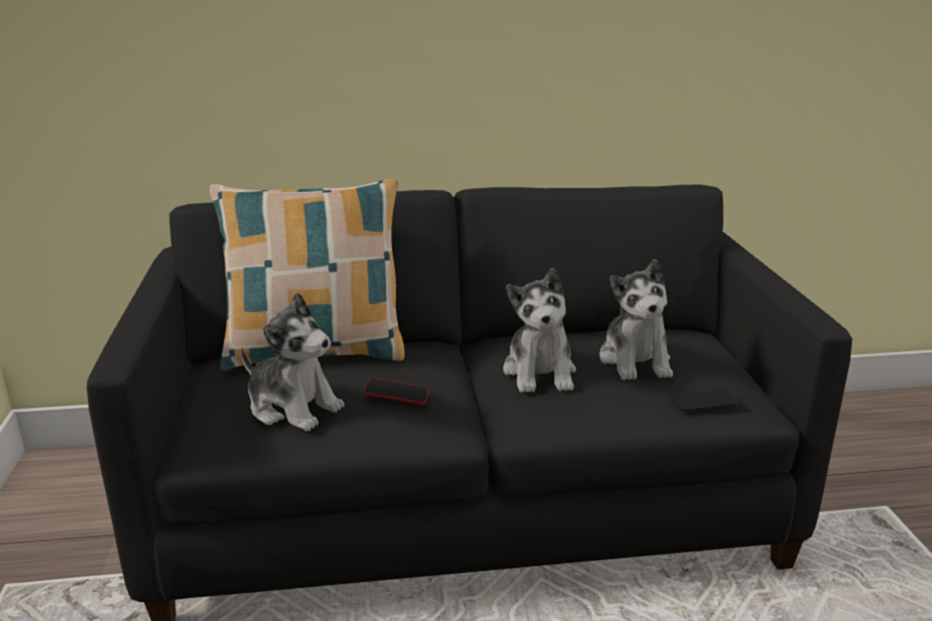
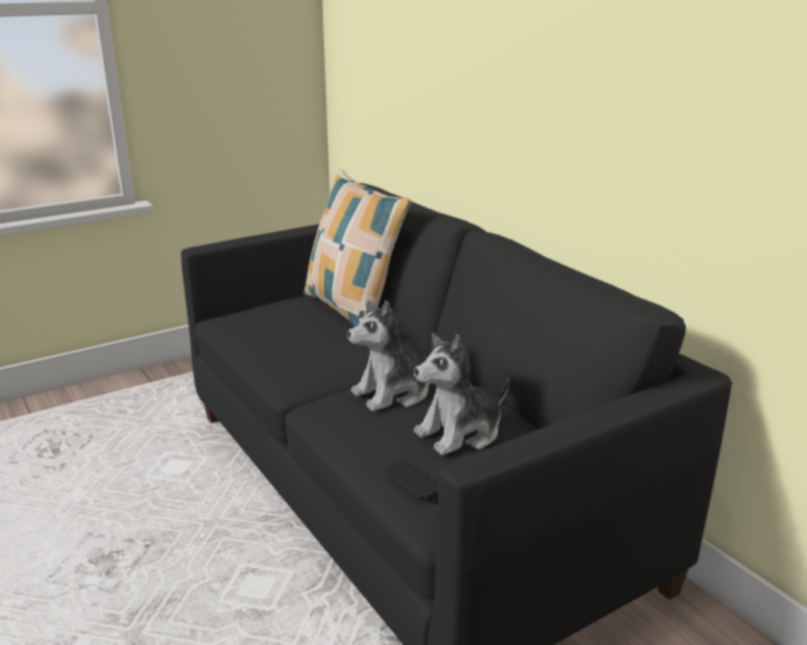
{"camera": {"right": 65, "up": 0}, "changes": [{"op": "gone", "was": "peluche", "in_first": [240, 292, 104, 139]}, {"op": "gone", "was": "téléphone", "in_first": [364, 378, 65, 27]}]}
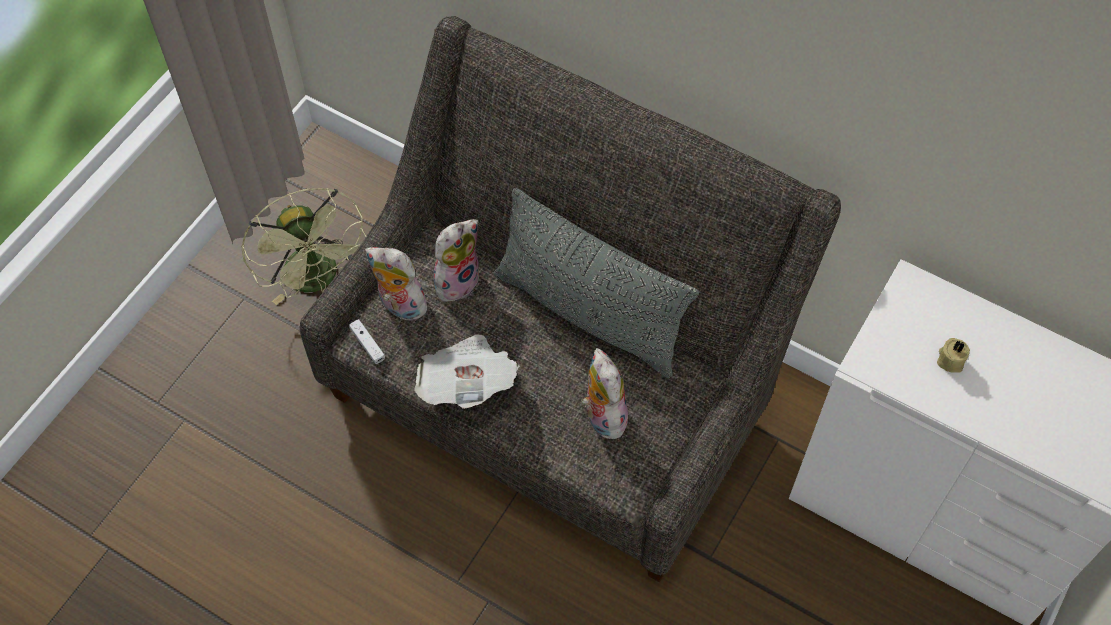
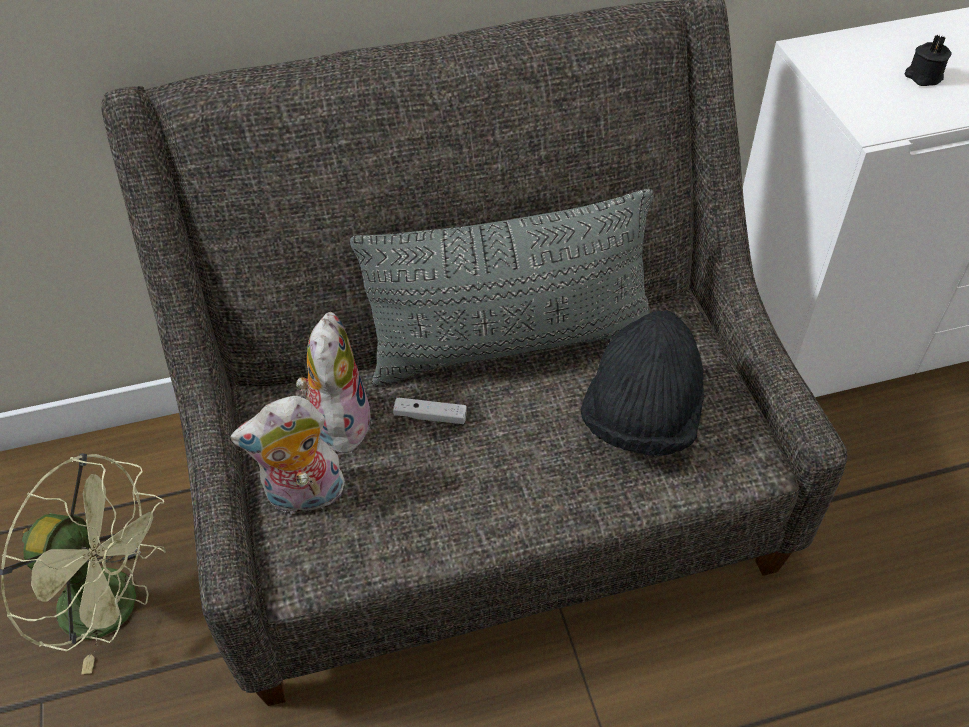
{"camera": {"right": -45, "up": -10}, "changes": [{"op": "shifted", "was": "manette [blanc]", "in_first": [349, 319, 36, 45], "in_second": [393, 397, 74, 27]}, {"op": "gone", "was": "journal", "in_first": [414, 335, 105, 74]}, {"op": "swapped", "was": "peluche", "now": "chapeau [noir]", "in_first": [582, 348, 46, 91], "in_second": [581, 310, 123, 146]}, {"op": "repainted", "was": "bougie [beige]", "now": "bougie [noir]", "in_first": [937, 338, 33, 35], "in_second": [905, 35, 47, 51]}]}
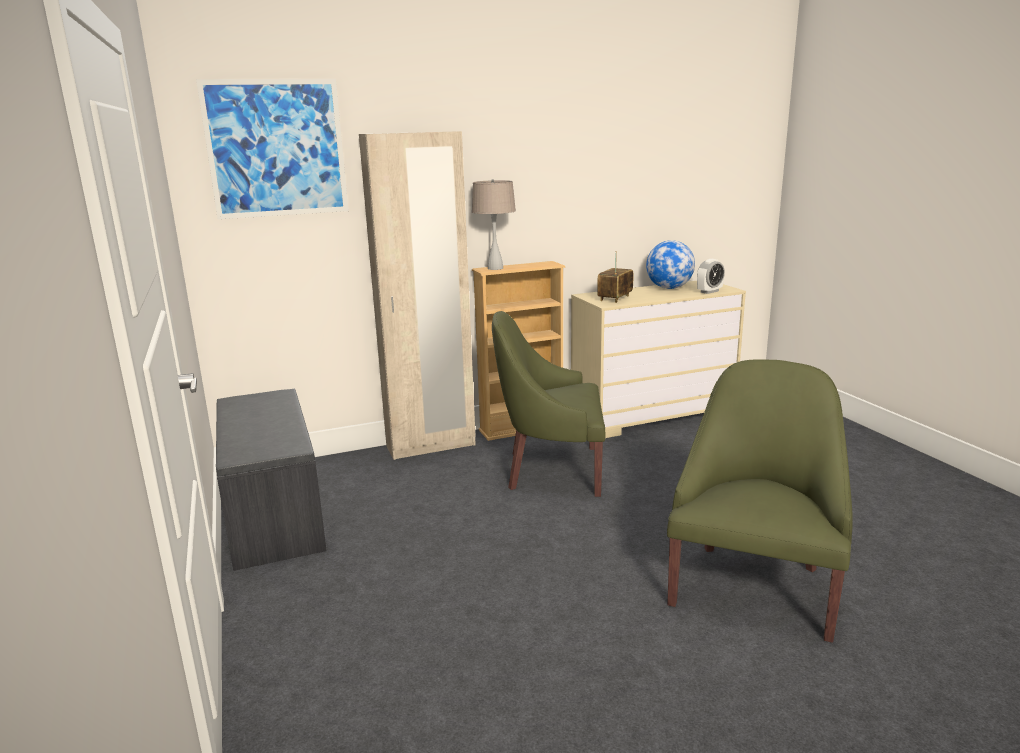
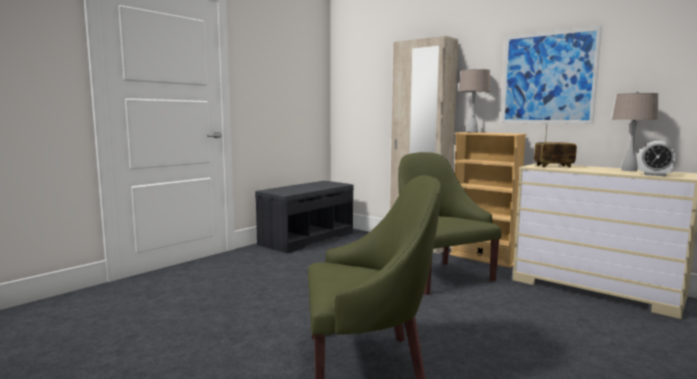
{"camera": {"right": 60, "up": -10}, "changes": [{"op": "shifted", "was": "tableau", "in_first": [196, 79, 153, 140], "in_second": [501, 26, 101, 98]}, {"op": "swapped", "was": "globe", "now": "lampe de table [beige]", "in_first": [646, 240, 49, 49], "in_second": [612, 92, 46, 79]}]}
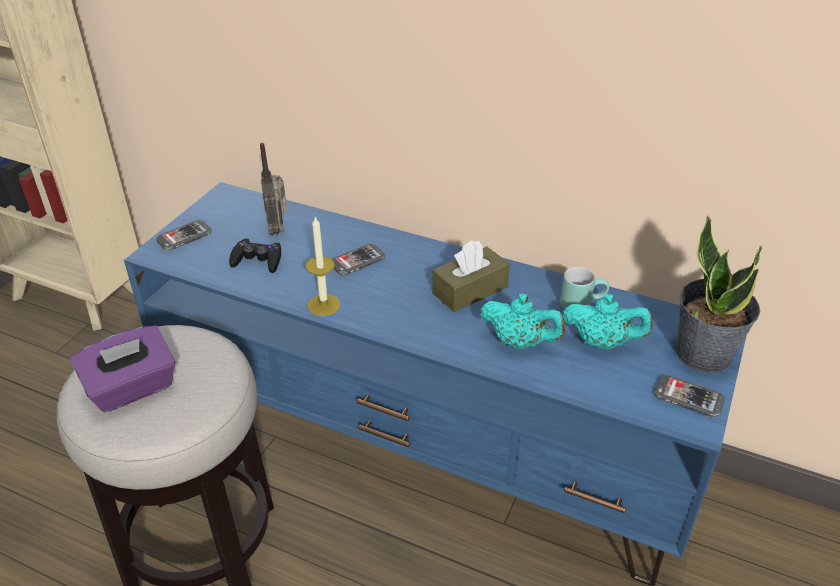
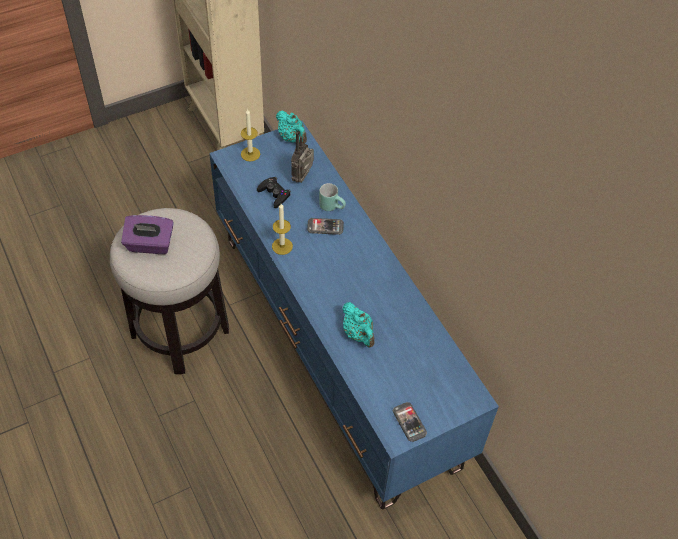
{"camera": {"right": 35, "up": 15}, "changes": [{"op": "swapped", "was": "téléphone", "now": "bougie", "in_first": [156, 220, 55, 31], "in_second": [241, 108, 19, 54]}, {"op": "gone", "was": "boîte à mouchoirs [marron]", "in_first": [432, 240, 78, 72]}, {"op": "shifted", "was": "mug [turquoise]", "in_first": [560, 267, 49, 43], "in_second": [319, 183, 27, 28]}, {"op": "shifted", "was": "théière [turquoise]", "in_first": [563, 294, 90, 56], "in_second": [276, 110, 31, 34]}, {"op": "gone", "was": "plante en pot", "in_first": [676, 215, 86, 158]}]}
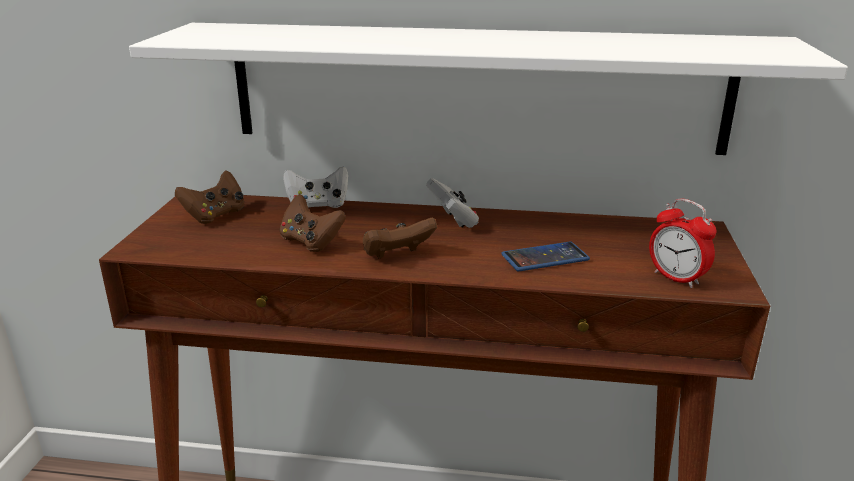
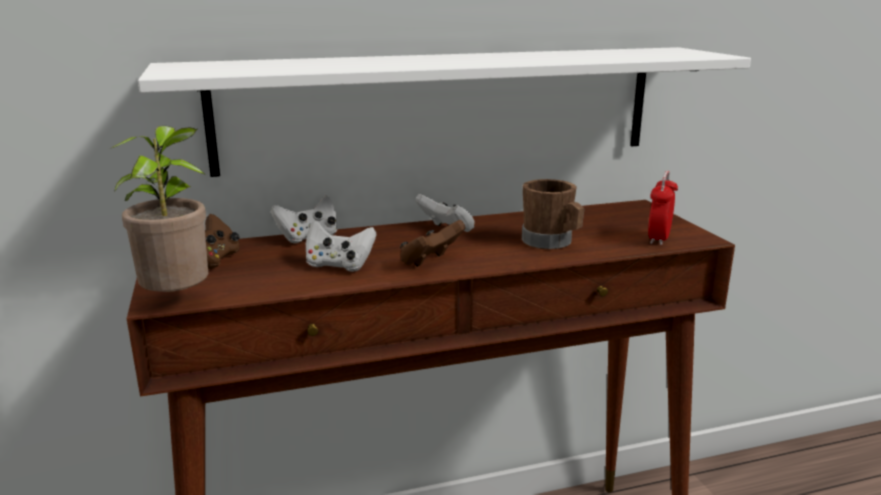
{"camera": {"right": -25, "up": -5}, "changes": [{"op": "repainted", "was": "manette [marron]", "now": "manette [blanc]", "in_first": [280, 194, 66, 58], "in_second": [306, 221, 70, 51]}, {"op": "swapped", "was": "téléphone", "now": "mug [marron]", "in_first": [501, 242, 89, 29], "in_second": [522, 179, 63, 70]}, {"op": "rotated", "was": "réveil", "in_first": [649, 199, 67, 89], "in_second": [648, 171, 30, 74], "clockwise": 90}, {"op": "new", "now": "plante en pot", "in_second": [112, 126, 96, 166]}]}
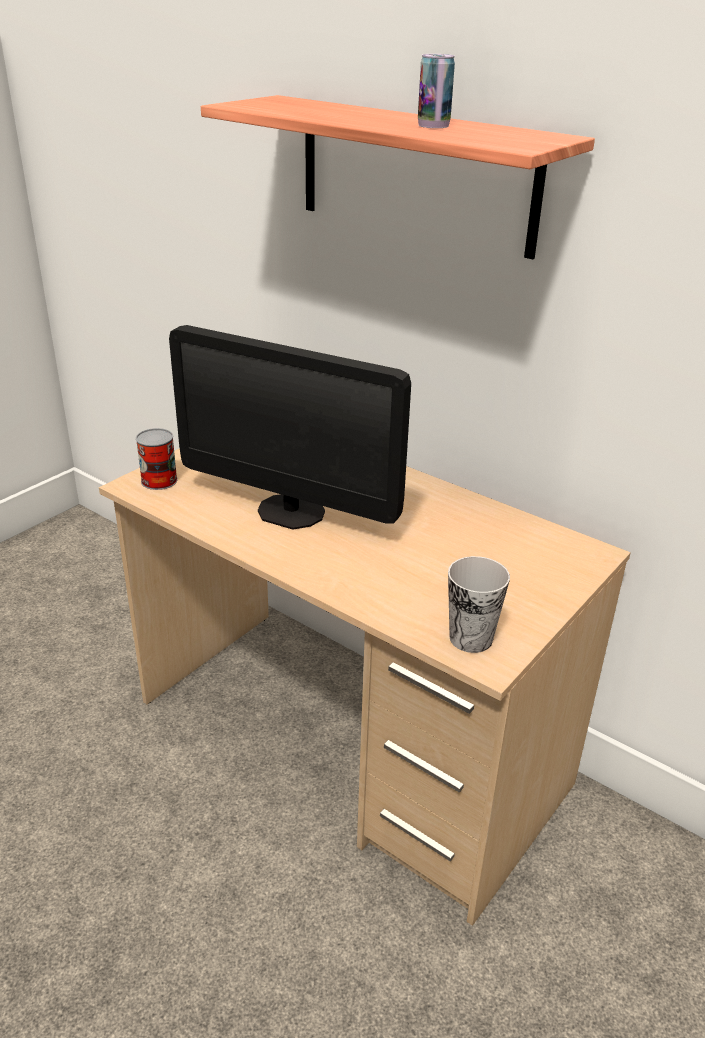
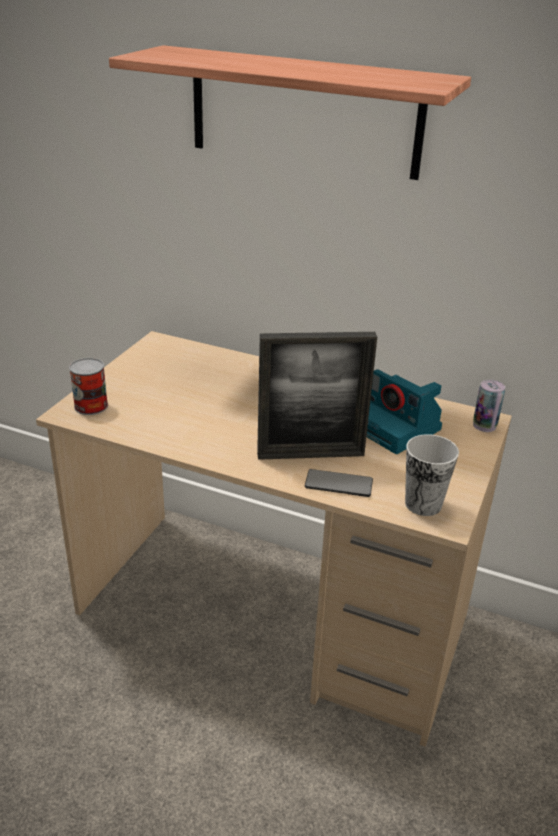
{"camera": {"right": -15, "up": 0}, "changes": [{"op": "gone", "was": "écran d'ordinateur", "in_first": [169, 325, 242, 205]}, {"op": "shifted", "was": "boîte métallique", "in_first": [418, 54, 37, 74], "in_second": [473, 380, 32, 52]}, {"op": "new", "now": "cadre photo", "in_second": [257, 332, 120, 128]}, {"op": "new", "now": "téléphone", "in_second": [305, 469, 68, 28]}, {"op": "new", "now": "appareil photo", "in_second": [366, 369, 76, 85]}]}
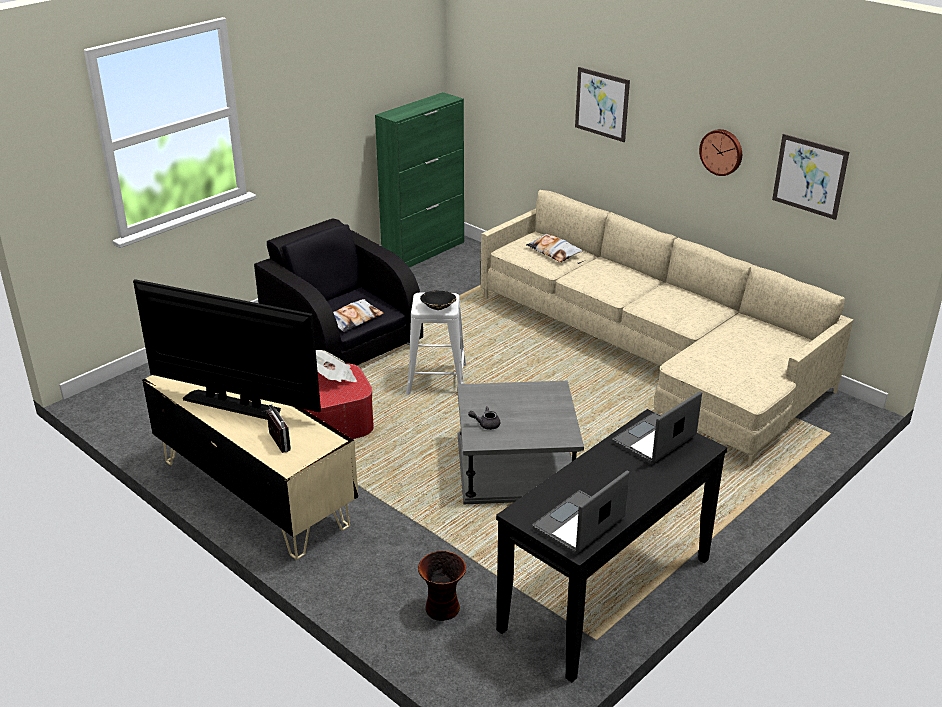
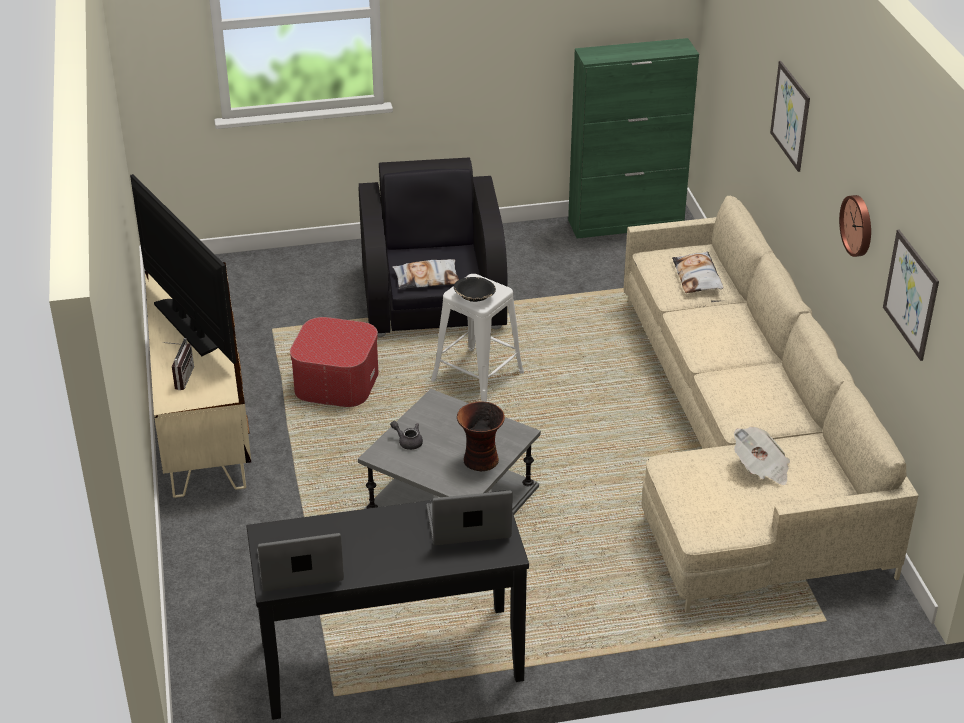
{"camera": {"right": 35, "up": 5}, "changes": [{"op": "shifted", "was": "journal", "in_first": [316, 350, 41, 32], "in_second": [734, 427, 56, 58]}, {"op": "shifted", "was": "vase", "in_first": [418, 551, 48, 70], "in_second": [457, 402, 48, 69]}]}
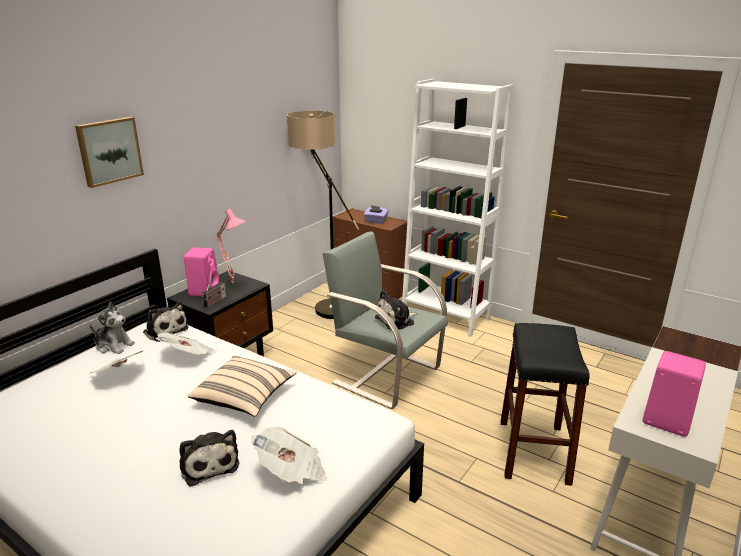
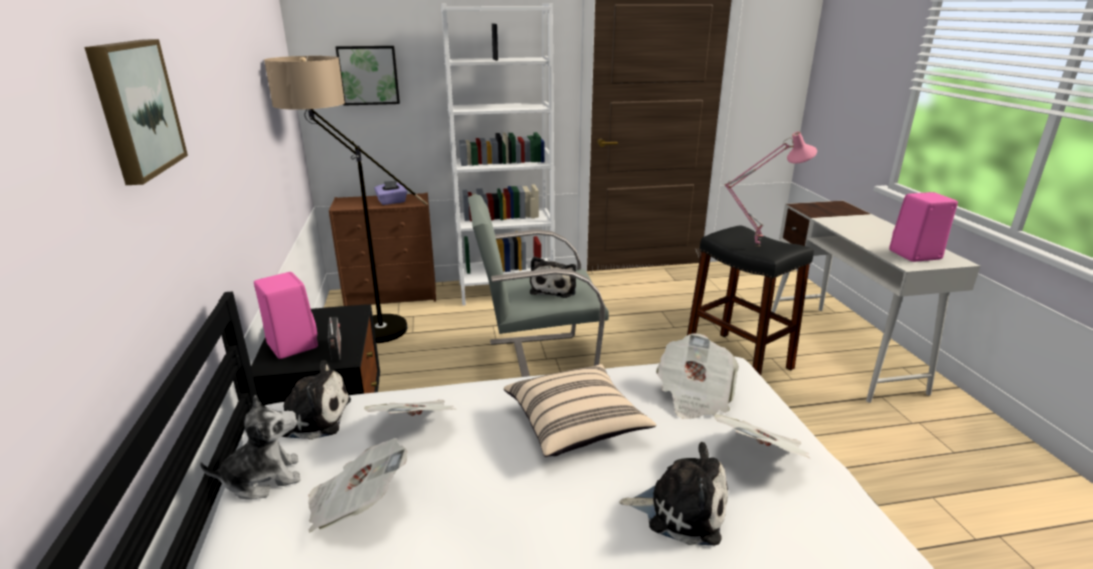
{"camera": {"right": -45, "up": 0}, "changes": [{"op": "shifted", "was": "lampe de table [rose]", "in_first": [216, 209, 30, 76], "in_second": [725, 132, 92, 115]}, {"op": "new", "now": "tableau", "in_second": [336, 46, 64, 60]}, {"op": "new", "now": "journal", "in_second": [656, 333, 83, 86]}]}
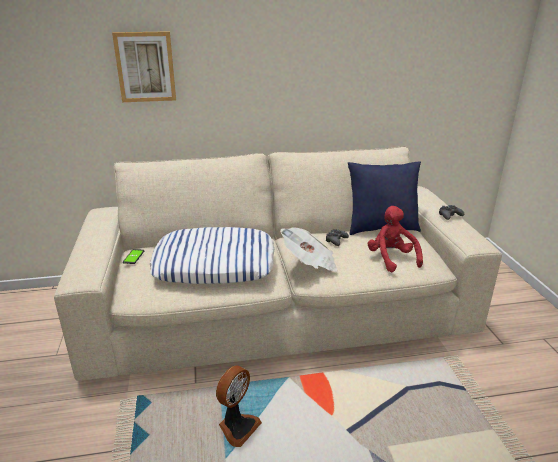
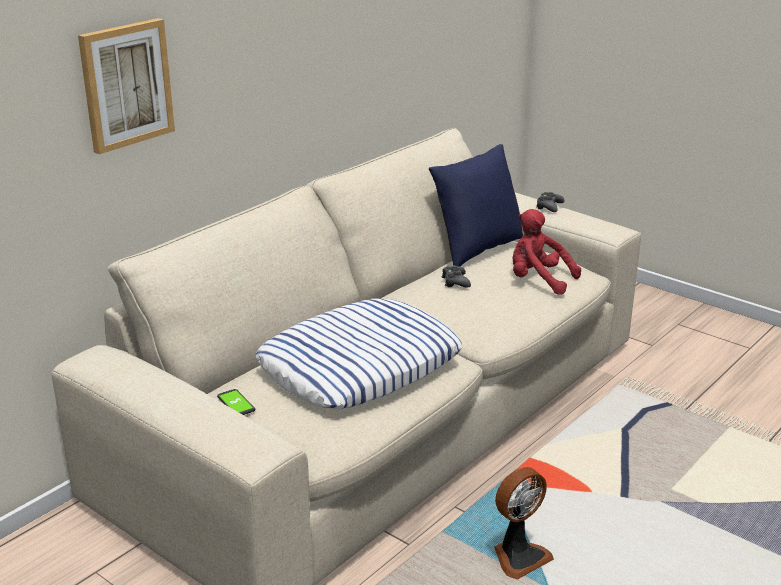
{"camera": {"right": -40, "up": 0}, "changes": [{"op": "rotated", "was": "ventilateur", "in_first": [216, 365, 46, 82], "in_second": [494, 467, 60, 113], "clockwise": 60}, {"op": "gone", "was": "journal", "in_first": [280, 227, 58, 45]}]}
